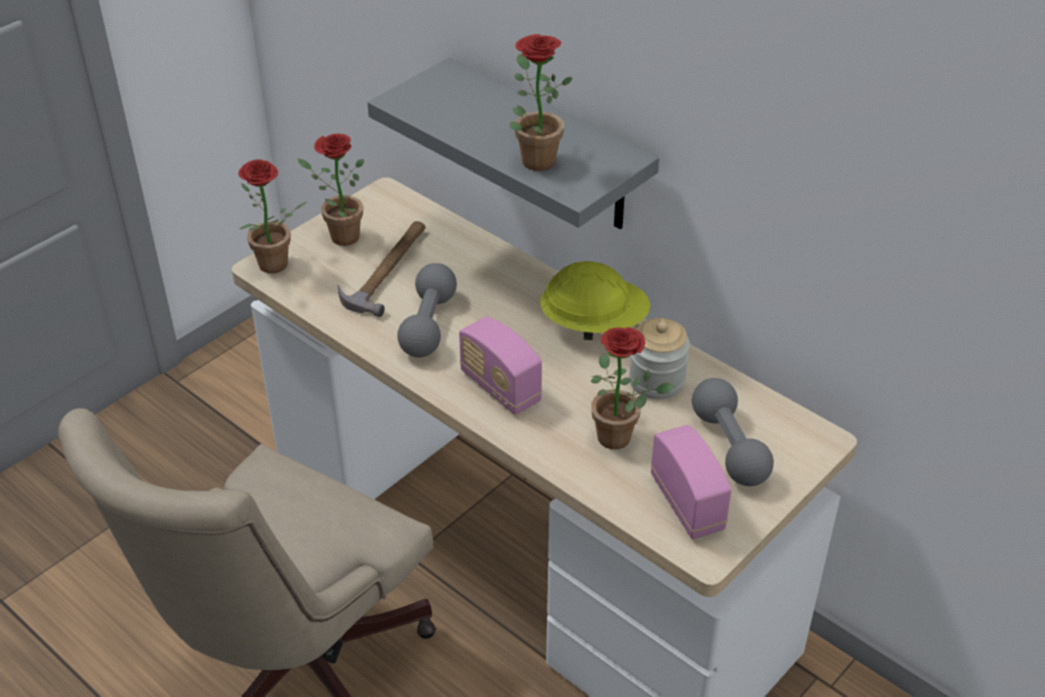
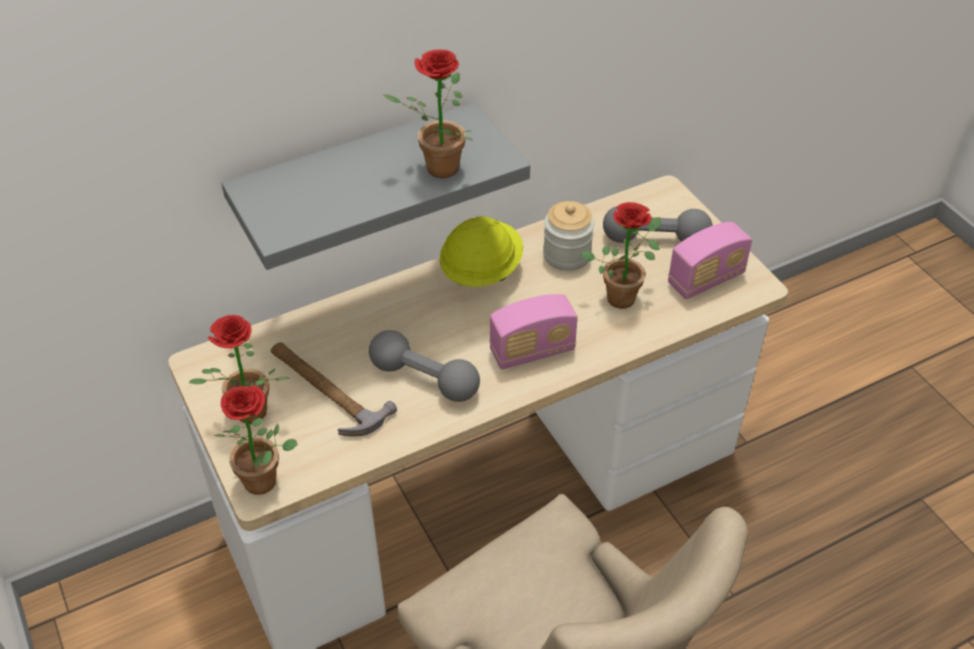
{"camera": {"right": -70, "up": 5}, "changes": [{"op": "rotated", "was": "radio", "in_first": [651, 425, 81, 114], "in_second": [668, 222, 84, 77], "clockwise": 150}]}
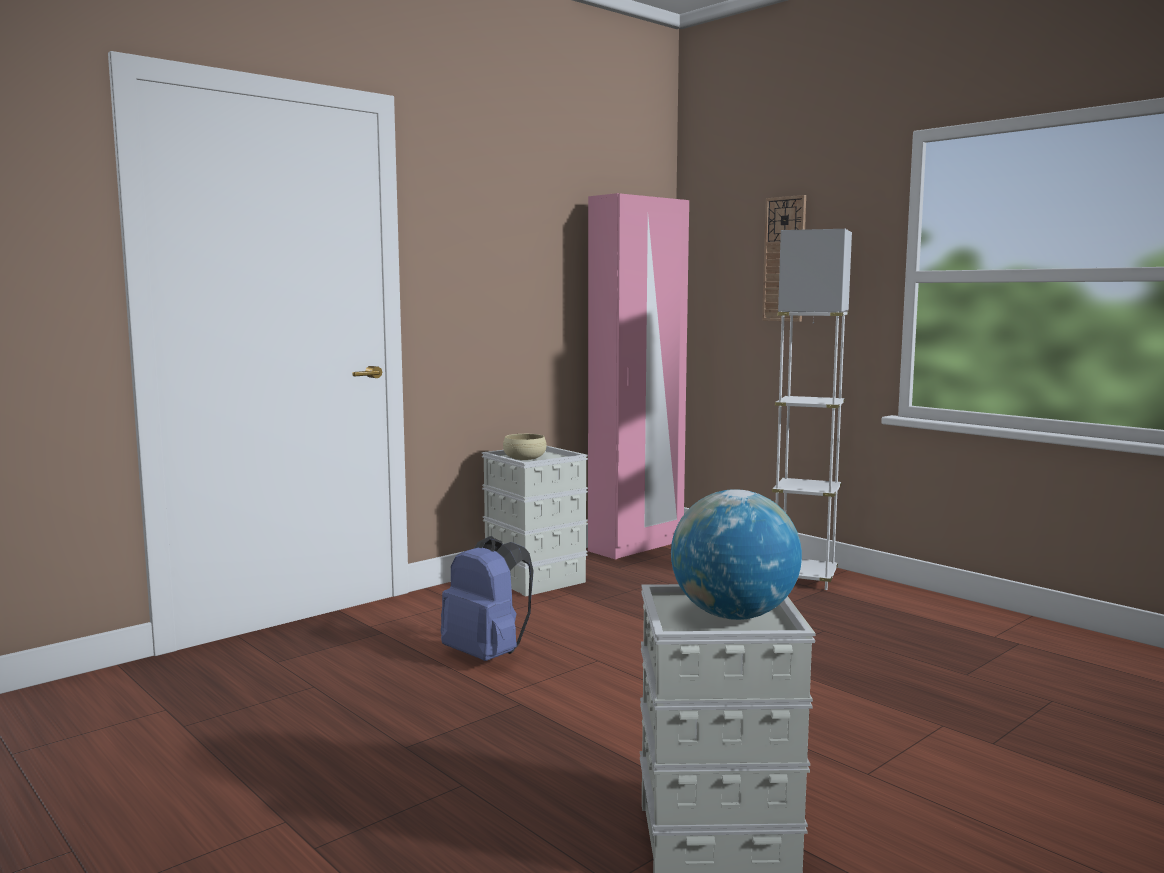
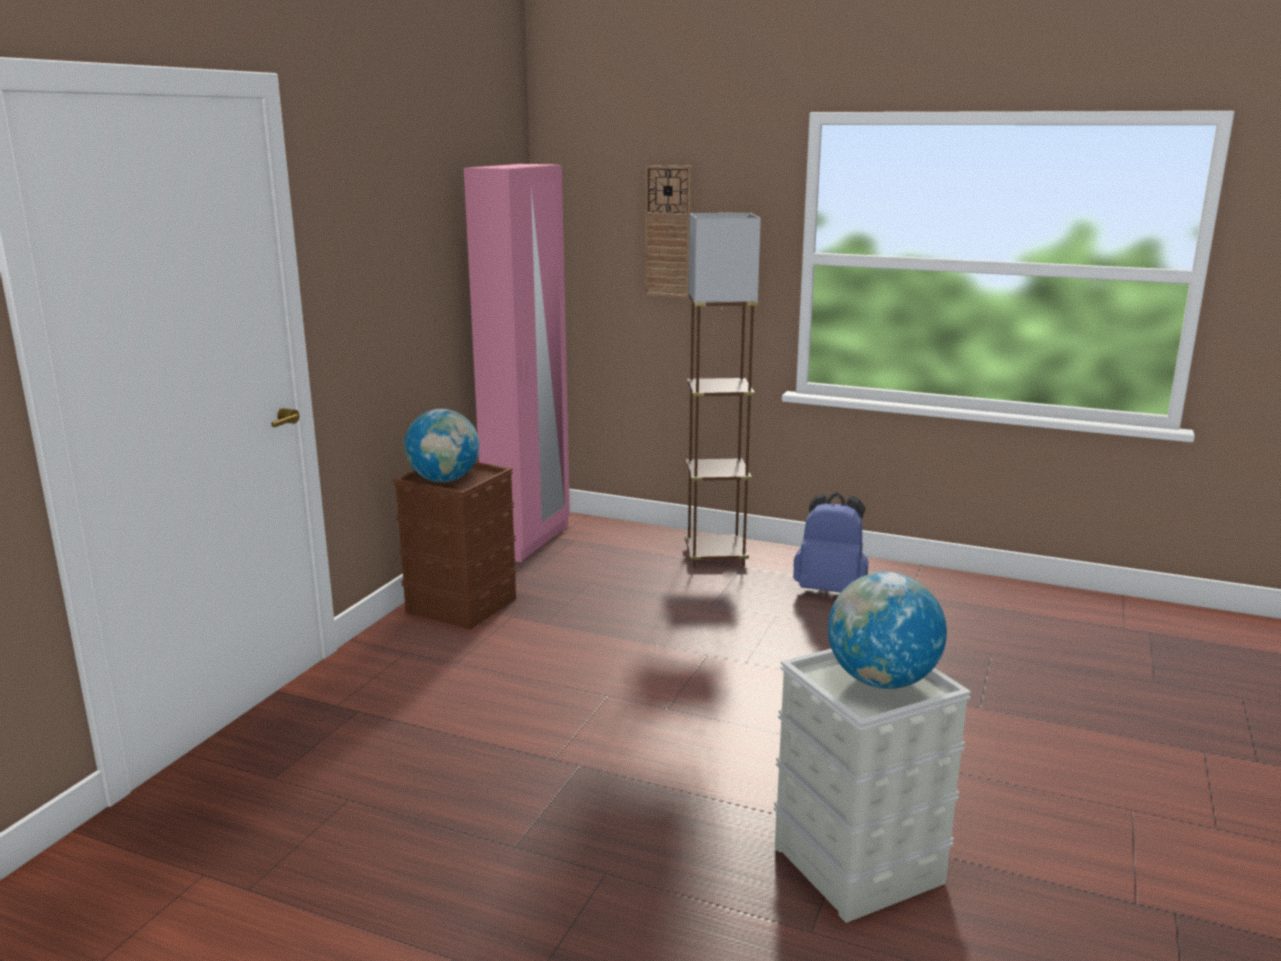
{"camera": {"right": -25, "up": 10}, "changes": [{"op": "shifted", "was": "sac à dos [bleu]", "in_first": [441, 536, 93, 125], "in_second": [793, 493, 75, 99]}, {"op": "repainted", "was": "boîte de rangement [gris]", "now": "boîte de rangement [marron]", "in_first": [482, 446, 106, 151], "in_second": [393, 462, 124, 168]}, {"op": "swapped", "was": "bol [beige]", "now": "globe", "in_first": [503, 434, 44, 26], "in_second": [404, 409, 75, 73]}, {"op": "repainted", "was": "lampadaire [blanc]", "now": "lampadaire [marron]", "in_first": [772, 229, 80, 361], "in_second": [685, 213, 76, 355]}]}
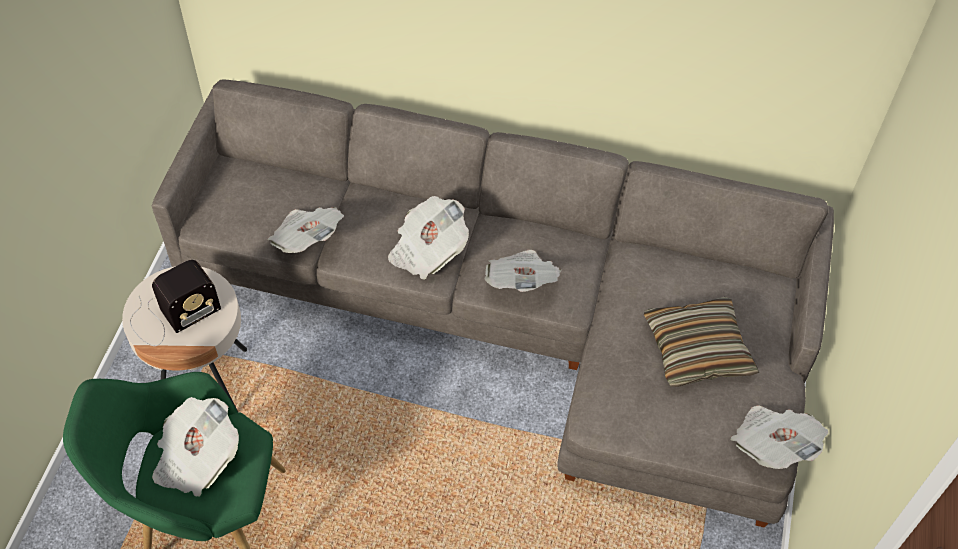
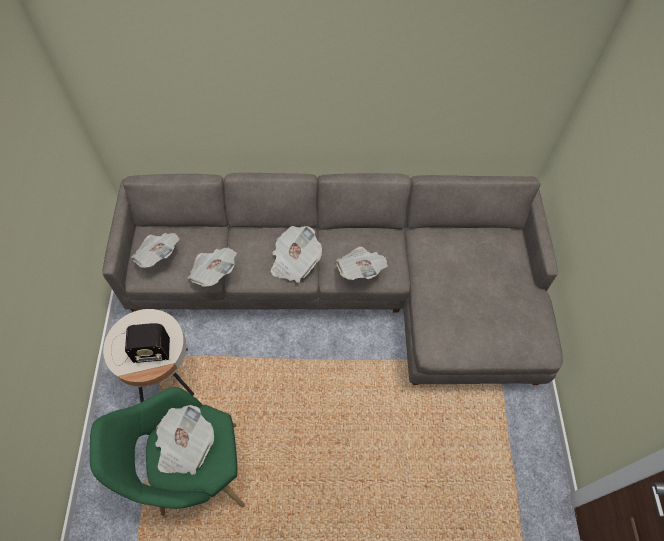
{"camera": {"right": -15, "up": 5}, "changes": [{"op": "rotated", "was": "radio", "in_first": [130, 260, 91, 86], "in_second": [111, 323, 59, 43], "clockwise": 45}, {"op": "gone", "was": "coussin", "in_first": [644, 297, 115, 90]}, {"op": "shifted", "was": "journal", "in_first": [730, 405, 98, 64], "in_second": [131, 233, 48, 35]}]}
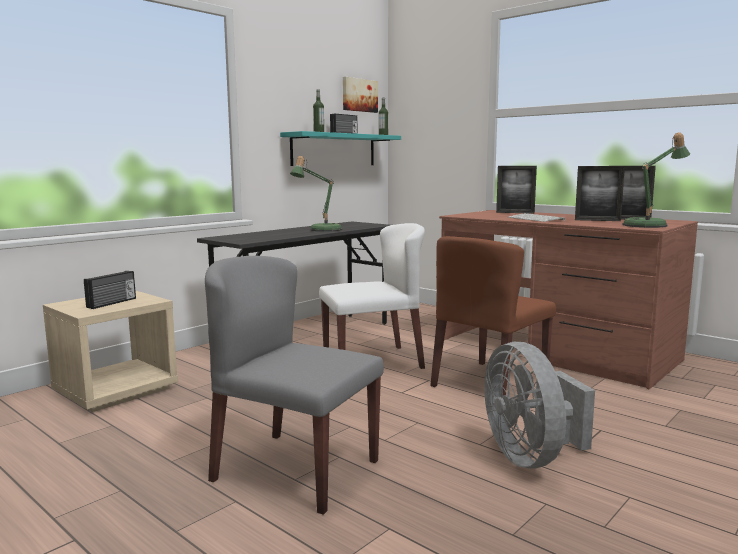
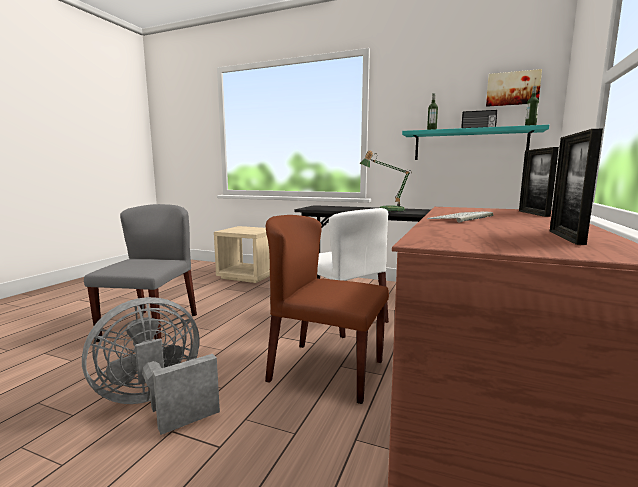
{"camera": {"right": 70, "up": 0}, "changes": [{"op": "gone", "was": "radio", "in_first": [84, 271, 52, 38]}, {"op": "gone", "was": "cadre photo", "in_first": [575, 166, 50, 55]}, {"op": "gone", "was": "lampe de table", "in_first": [622, 132, 68, 96]}]}
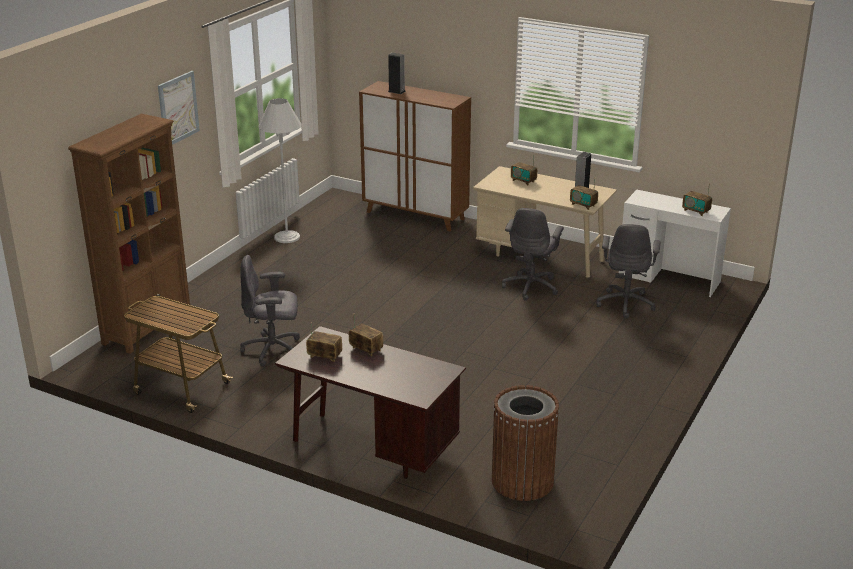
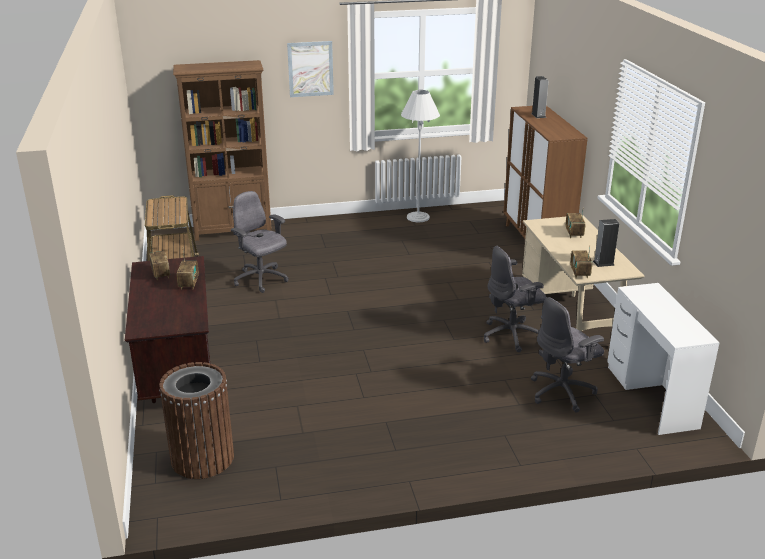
{"camera": {"right": 50, "up": 0}, "changes": [{"op": "gone", "was": "radio", "in_first": [682, 183, 30, 33]}]}
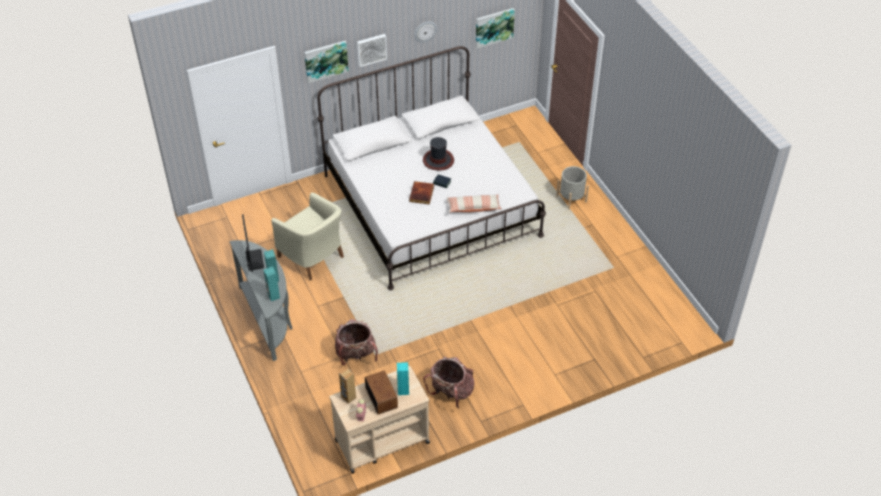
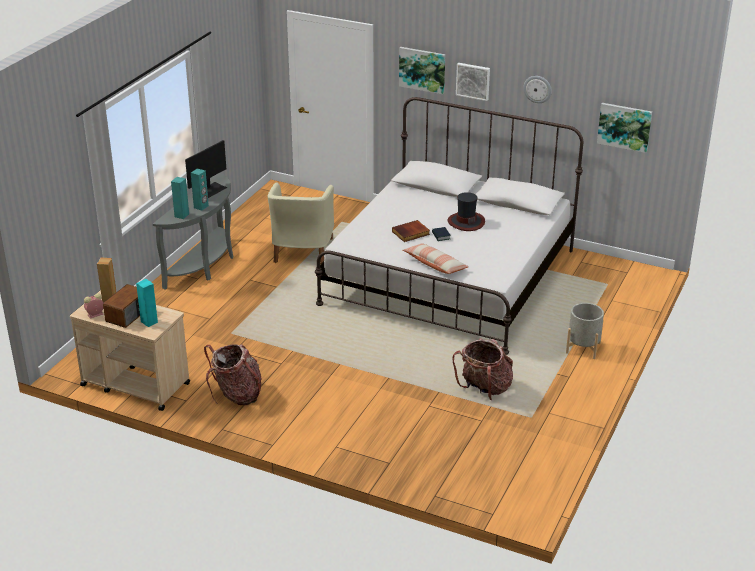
{"camera": {"right": 50, "up": -15}, "changes": [{"op": "shifted", "was": "sac à dos", "in_first": [335, 319, 43, 47], "in_second": [452, 338, 61, 63]}]}
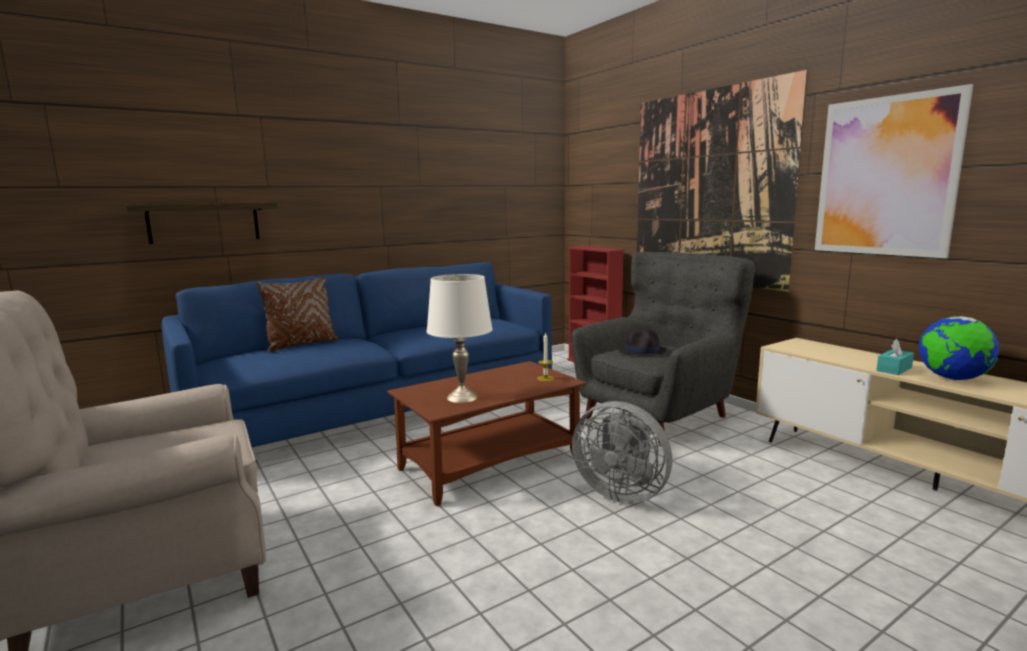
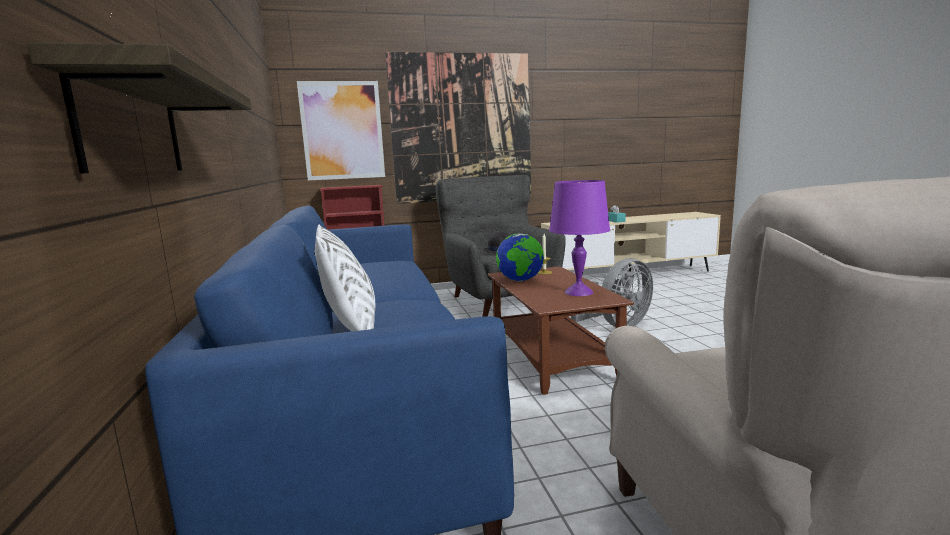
{"camera": {"right": -70, "up": 0}, "changes": [{"op": "repainted", "was": "coussin [marron]", "now": "coussin [blanc]", "in_first": [256, 277, 82, 75], "in_second": [315, 225, 60, 106]}, {"op": "repainted", "was": "lampe de table [blanc]", "now": "lampe de table [violet]", "in_first": [427, 274, 66, 129], "in_second": [549, 180, 61, 116]}, {"op": "shifted", "was": "tableau", "in_first": [815, 84, 158, 174], "in_second": [297, 81, 88, 99]}, {"op": "shifted", "was": "globe", "in_first": [919, 316, 80, 64], "in_second": [496, 233, 48, 48]}]}
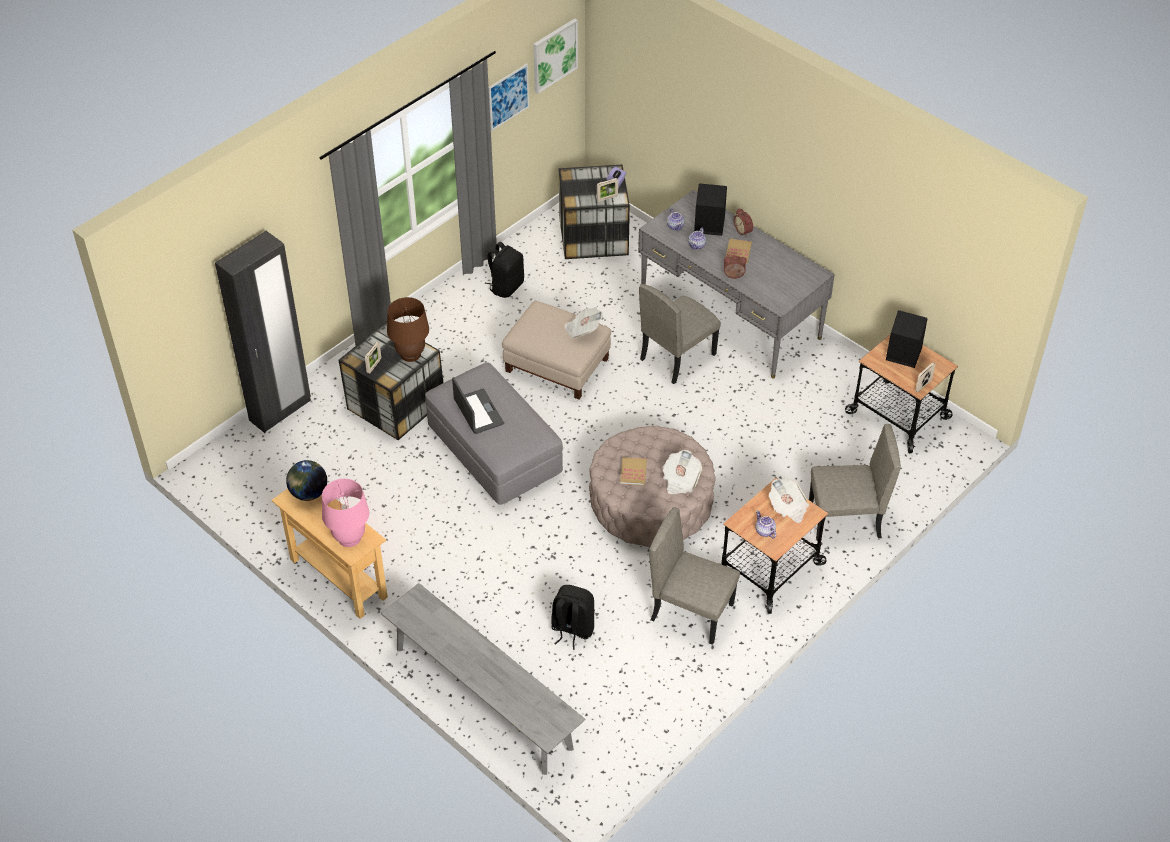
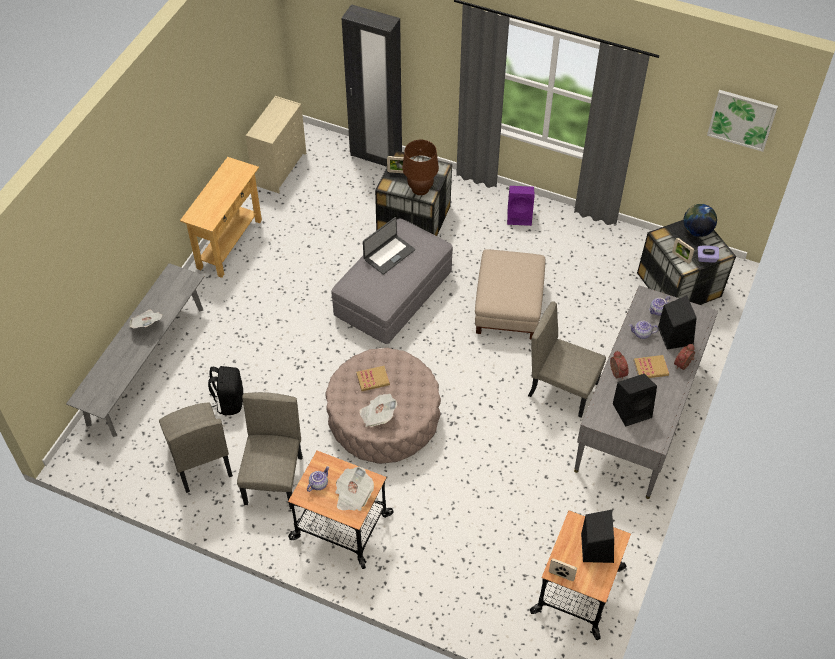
{"camera": {"right": 70, "up": 5}, "changes": [{"op": "shifted", "was": "globe", "in_first": [286, 460, 41, 41], "in_second": [683, 204, 34, 33]}, {"op": "gone", "was": "lampe de table [rose]", "in_first": [322, 479, 47, 68]}, {"op": "gone", "was": "sac à dos [noir]", "in_first": [485, 242, 39, 56]}, {"op": "gone", "was": "tableau", "in_first": [489, 64, 40, 67]}, {"op": "shifted", "was": "journal", "in_first": [564, 307, 39, 32], "in_second": [130, 309, 33, 19]}, {"op": "shifted", "was": "chaise [beige]", "in_first": [809, 424, 92, 117], "in_second": [159, 402, 74, 91]}, {"op": "new", "now": "commode [beige]", "in_second": [245, 96, 61, 97]}, {"op": "new", "now": "enceinte [violet]", "in_second": [507, 186, 28, 40]}, {"op": "new", "now": "enceinte [noir]", "in_second": [613, 374, 44, 53]}]}
